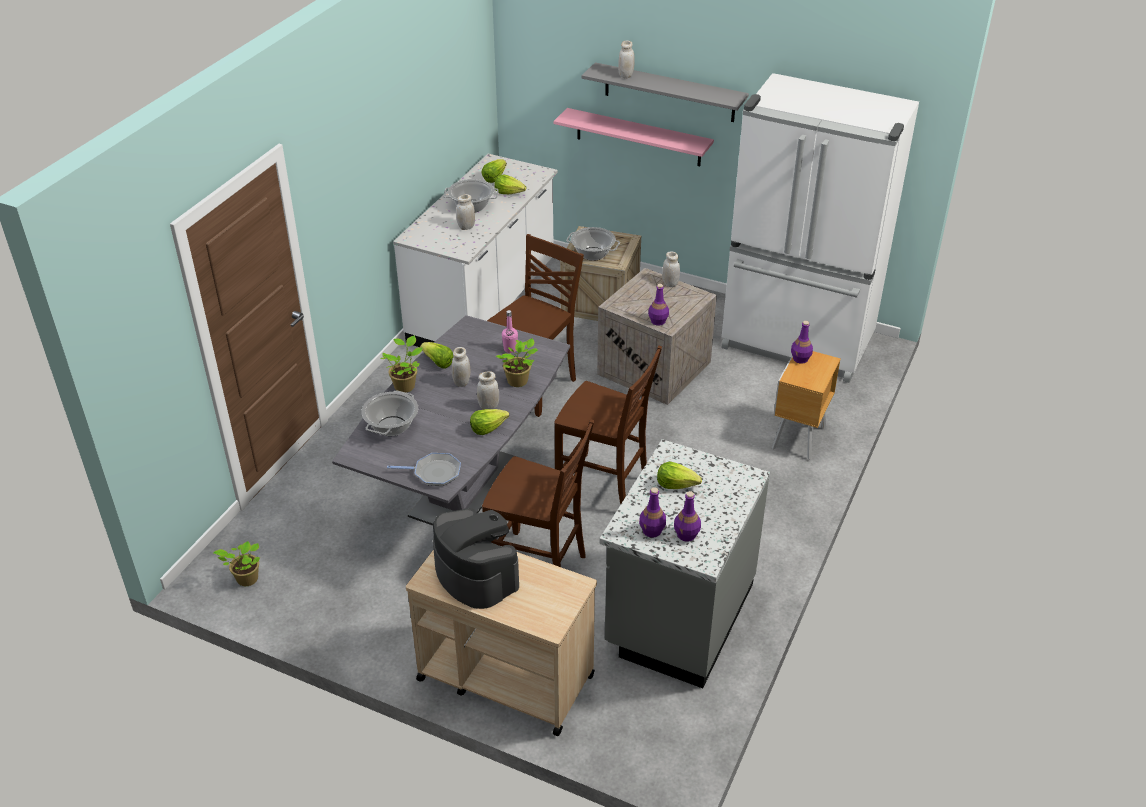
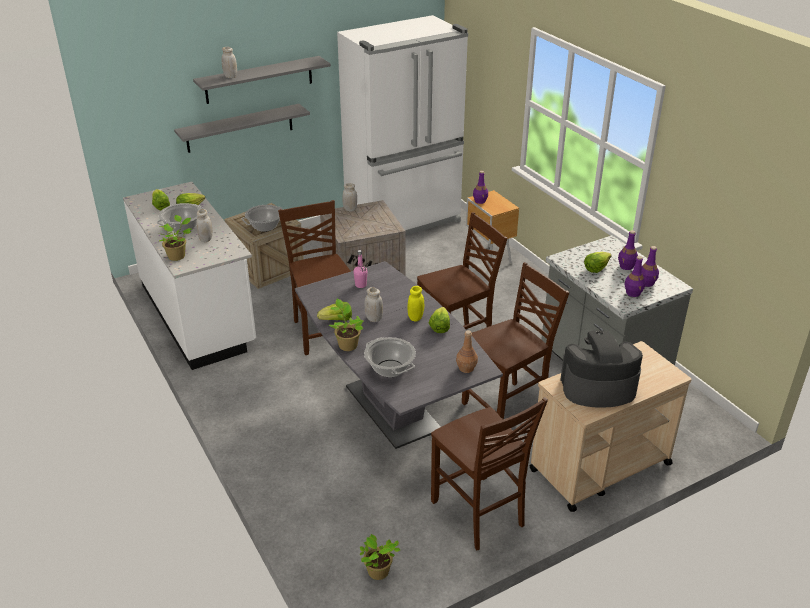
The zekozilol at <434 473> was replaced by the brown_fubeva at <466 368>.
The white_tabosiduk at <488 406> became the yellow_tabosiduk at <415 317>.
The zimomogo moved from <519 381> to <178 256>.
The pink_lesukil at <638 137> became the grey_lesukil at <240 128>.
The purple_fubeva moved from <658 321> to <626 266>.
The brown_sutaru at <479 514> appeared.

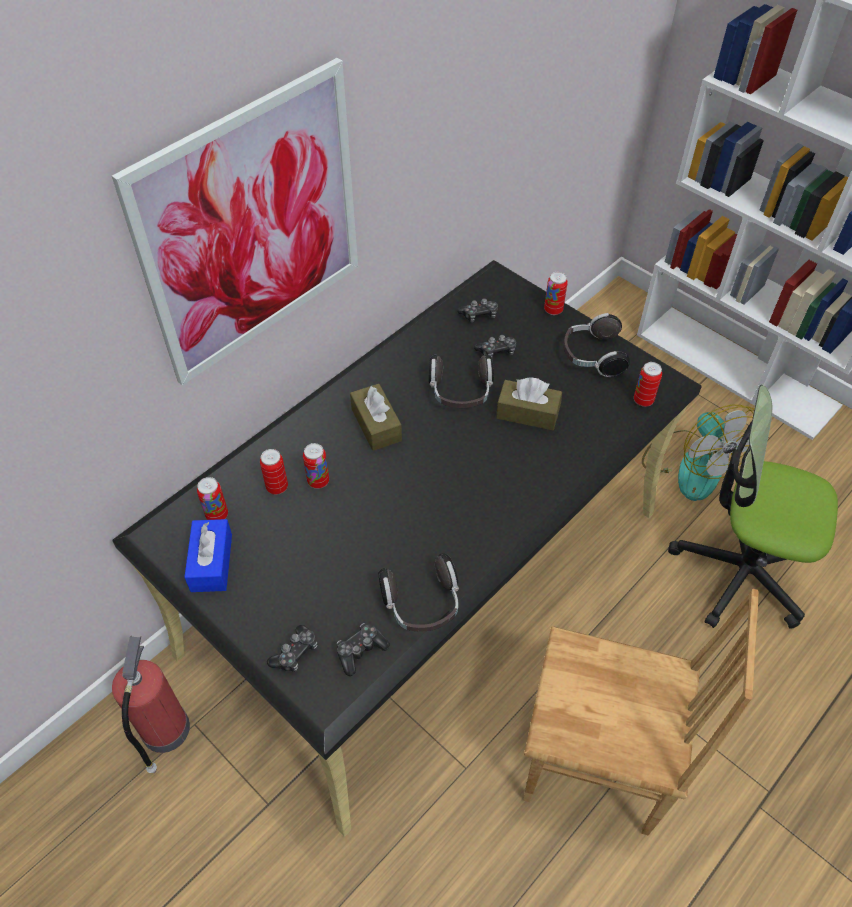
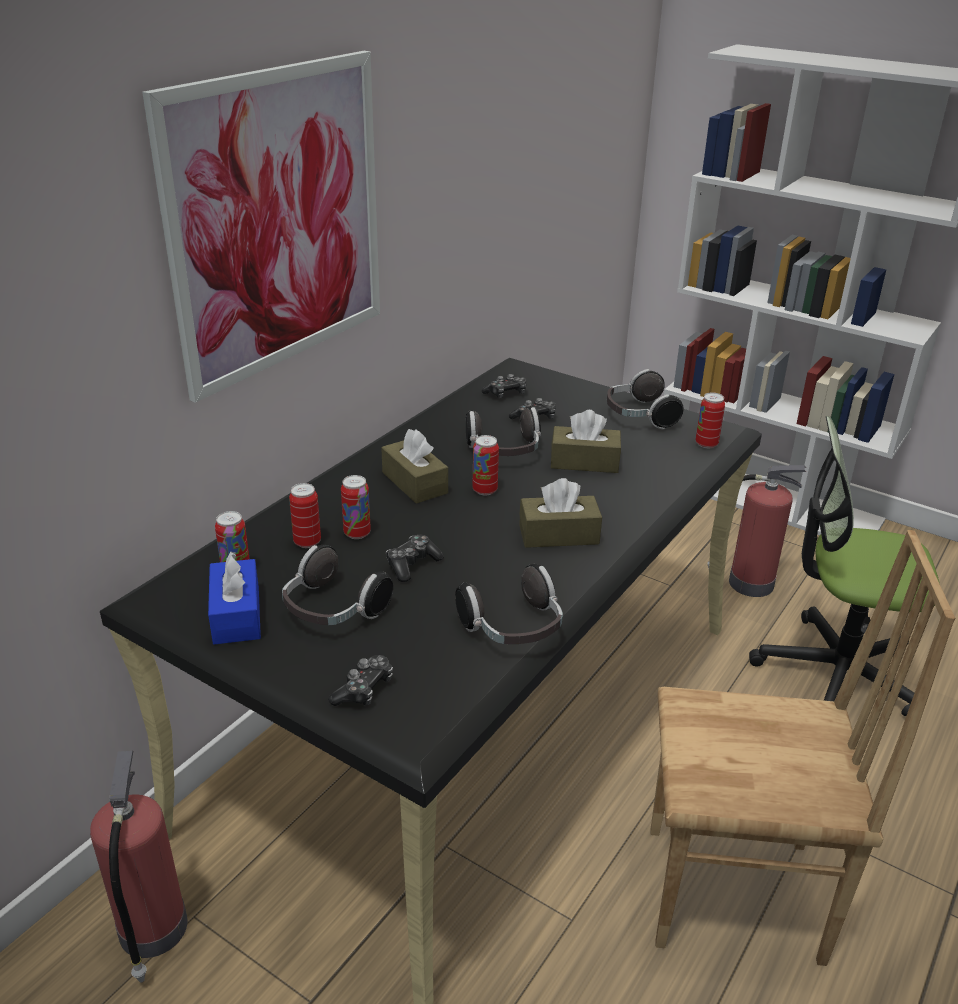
The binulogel moved from <360 651> to <412 564>.
The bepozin moved from <553 310> to <484 490>.
The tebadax at <692 464> was replaced by the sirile at <748 583>.
The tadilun at <332 610> appeared.
The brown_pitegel at <558 535> appeared.

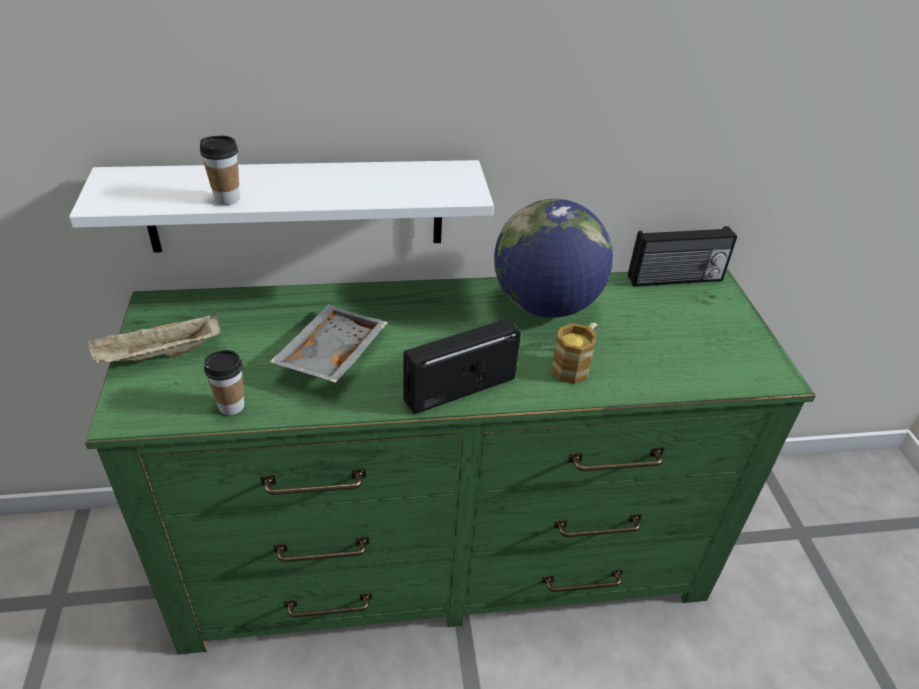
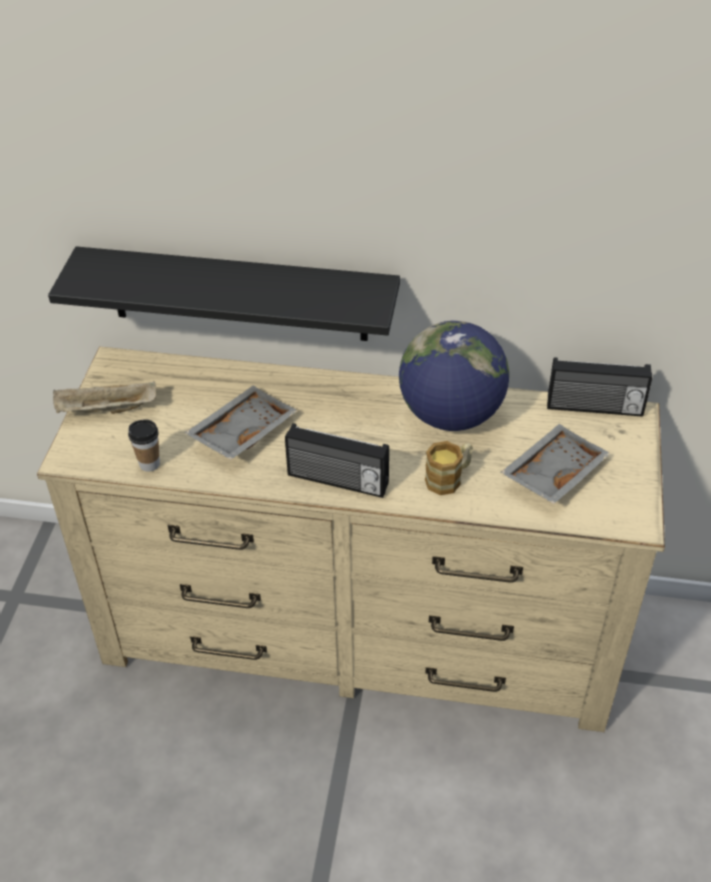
The white_lesukil at <296 206> became the black_lesukil at <238 294>.
The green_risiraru at <445 554> became the beige_risiraru at <359 631>.
The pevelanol at <227 199> disappeared.
The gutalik at <459 388> turned 150 degrees counterclockwise.
The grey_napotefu at <552 472> appeared.

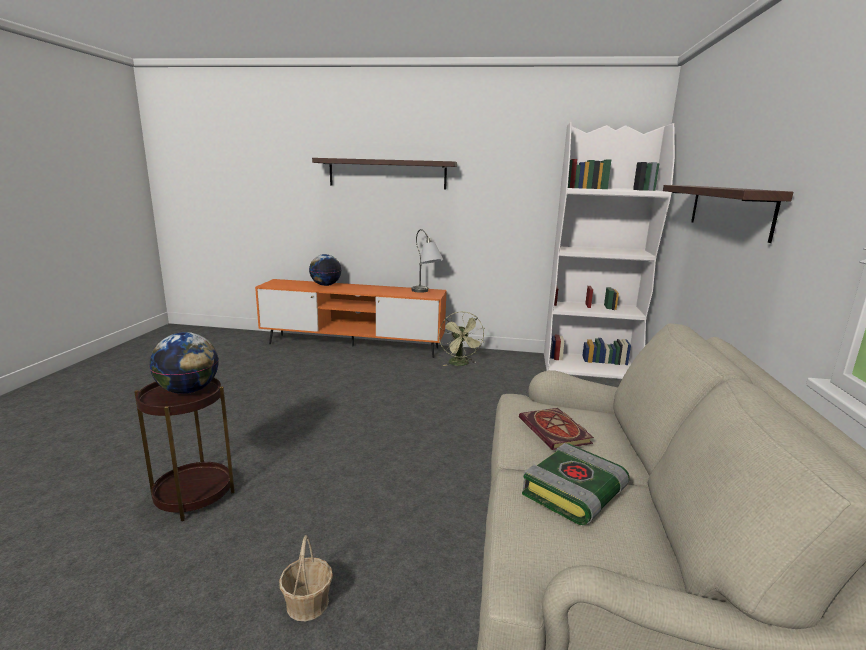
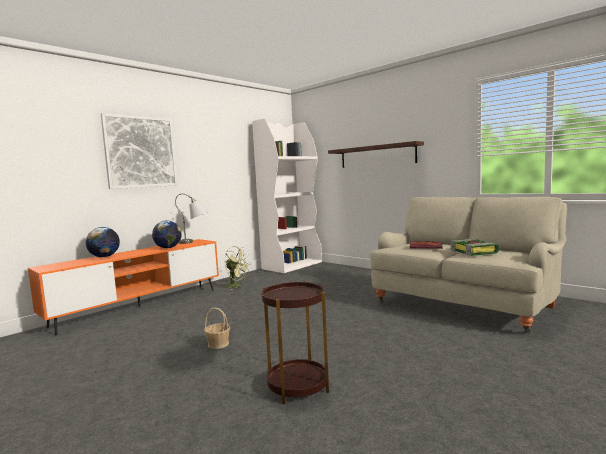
The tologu moved from <188 391> to <168 248>.
The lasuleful moved from <308 603> to <218 344>.
The lesukil at <387 173> was replaced by the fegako at <141 152>.

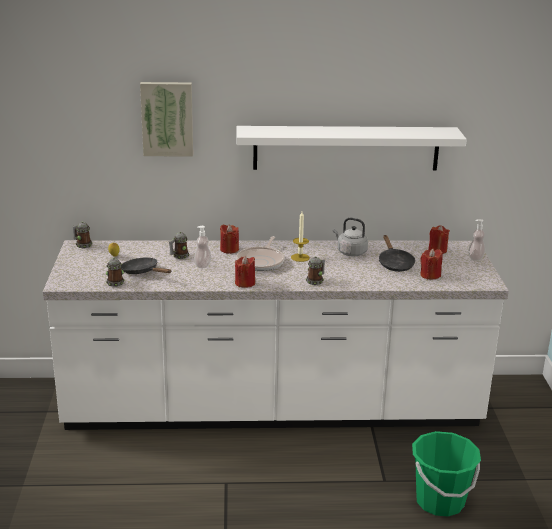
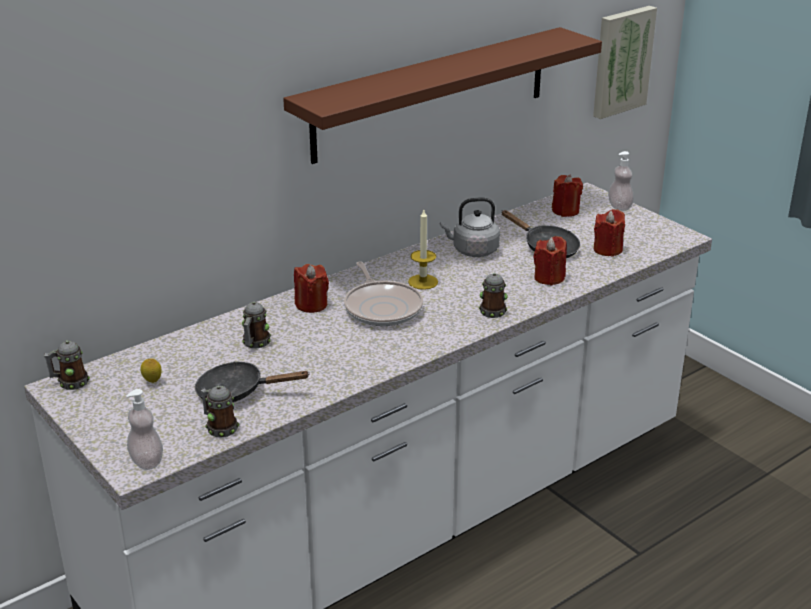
The fegako moved from <167 118> to <621 61>.
The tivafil moved from <202 265> to <147 461>.
The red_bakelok moved from <245 283> to <549 278>.
The white_lesukil at <346 148> became the brown_lesukil at <432 93>.
The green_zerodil at <440 501> disappeared.

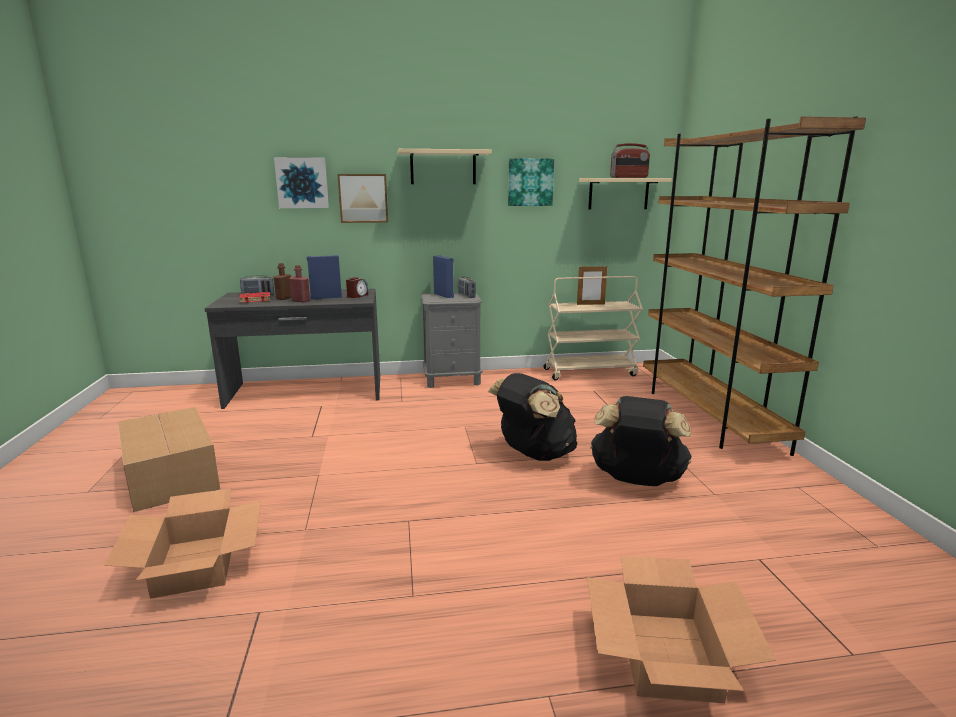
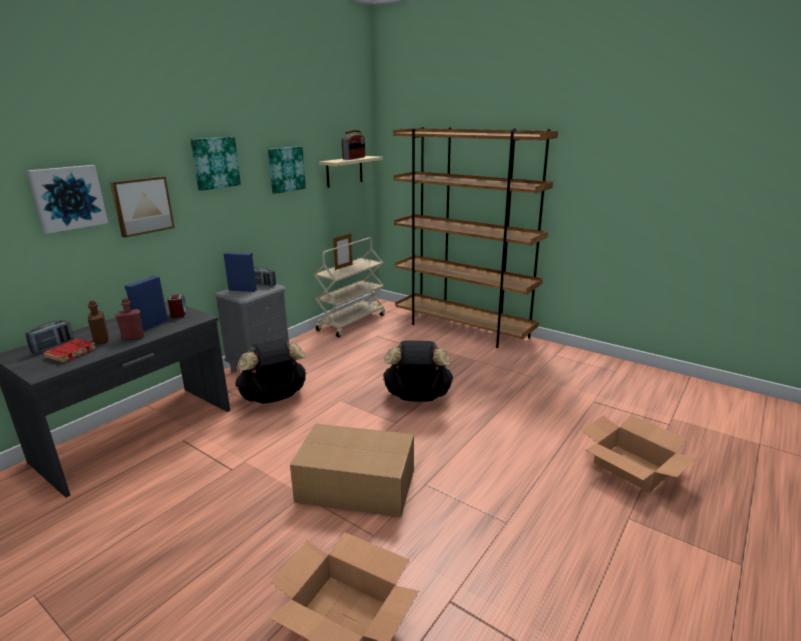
The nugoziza moved from <172 474> to <354 484>.
The beige_lesukil at <443 167> was replaced by the fegako at <215 163>.
The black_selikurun moved from <636 480> to <274 398>.

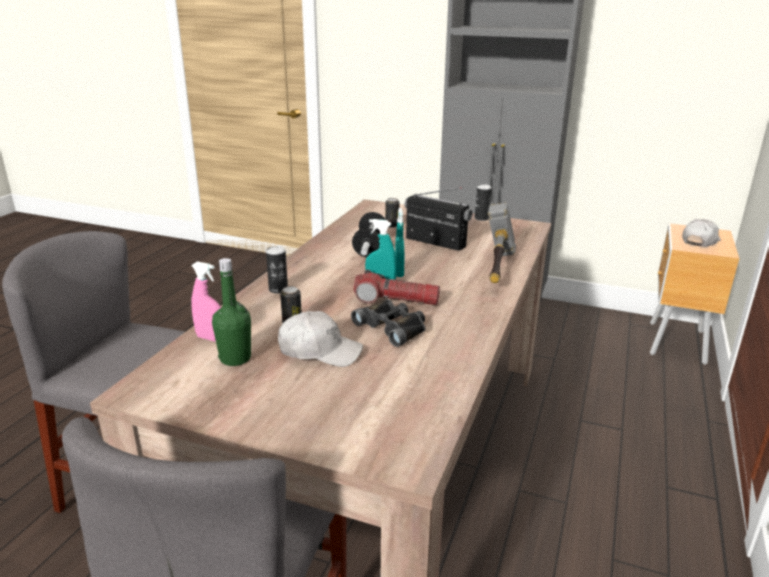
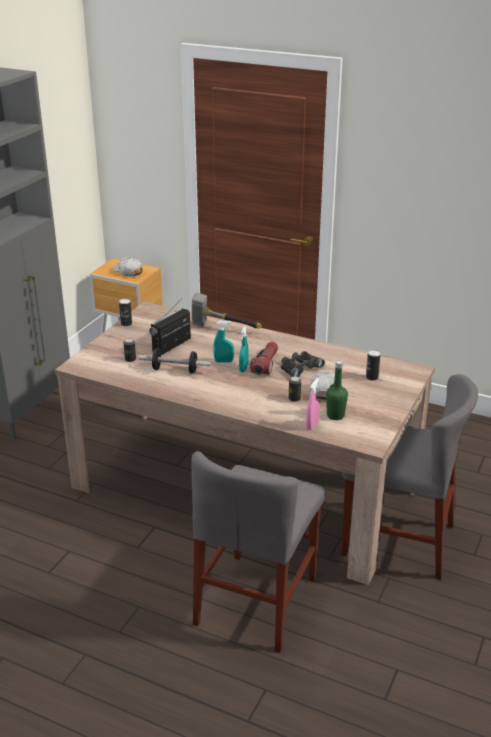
The bepozin moved from <278 289> to <372 377>.

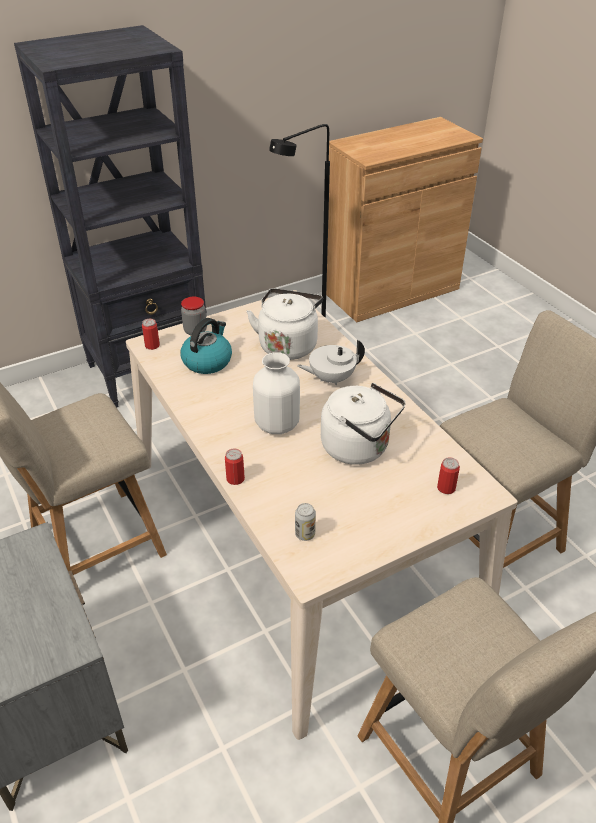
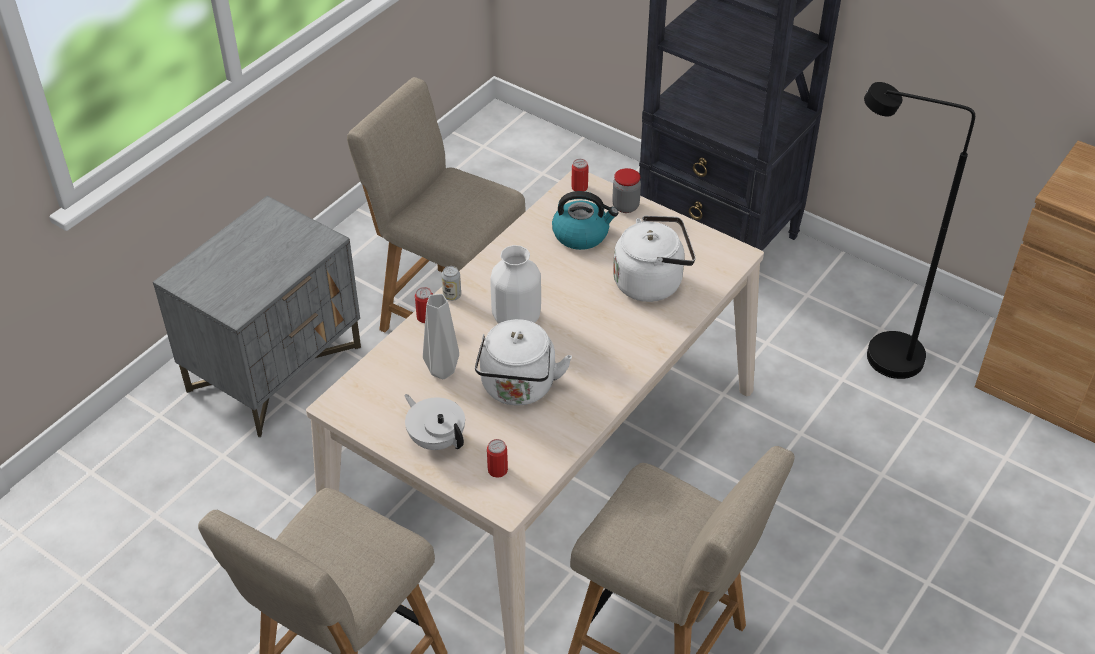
The bepozin moved from <305 534> to <452 295>.
The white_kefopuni moved from <331 378> to <436 439>.
The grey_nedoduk at <440 370> appeared.

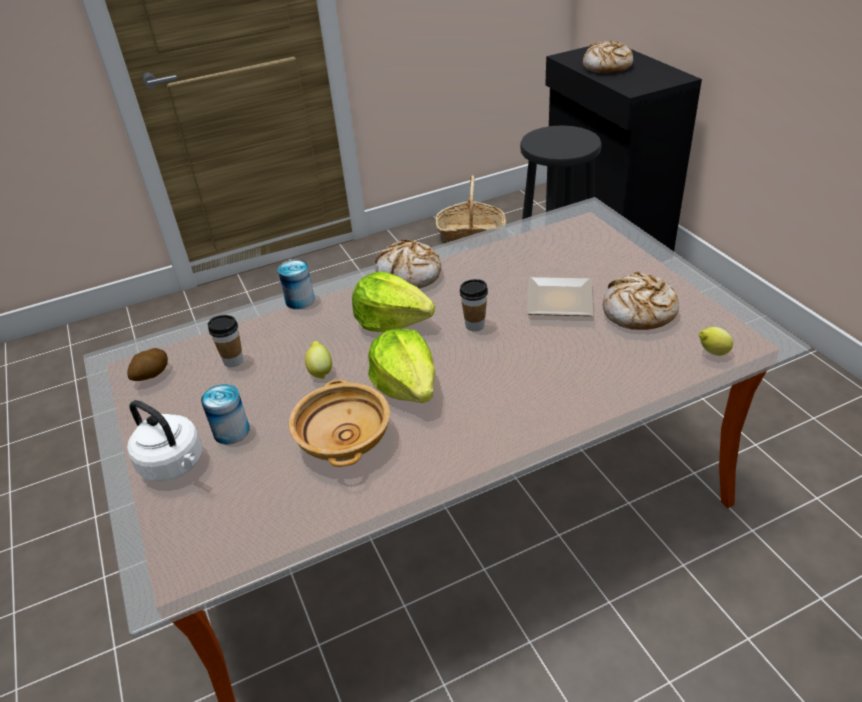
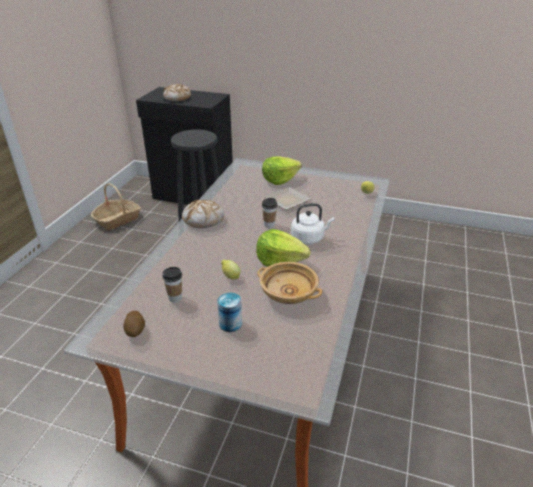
The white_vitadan moved from <175 465> to <309 238>.
The bepozin at <300 300> disappeared.
The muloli moved from <392 321> to <279 179>.
The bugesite at <639 311> disappeared.

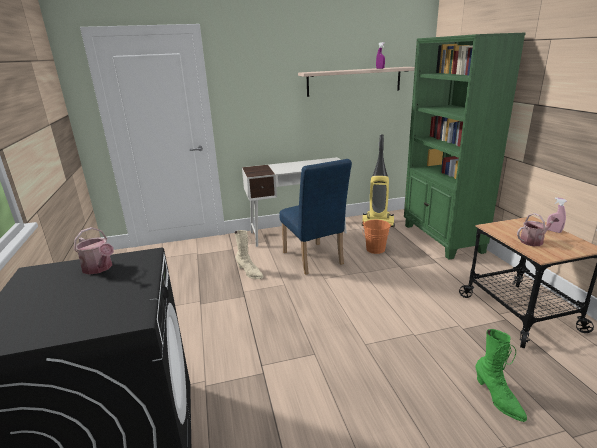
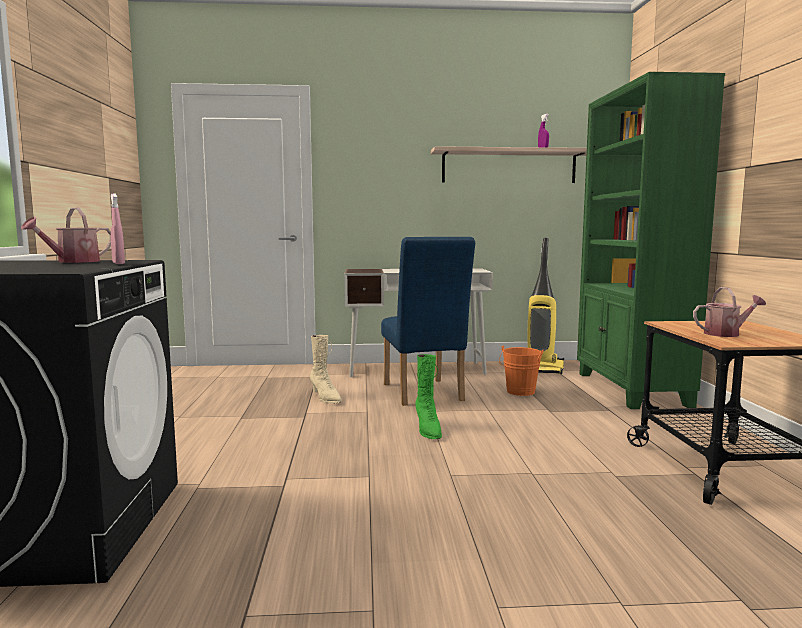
The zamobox at <99 268> turned 75 degrees clockwise.
The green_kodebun moved from <497 399> to <428 430>.
The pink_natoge moved from <553 231> to <118 263>.

